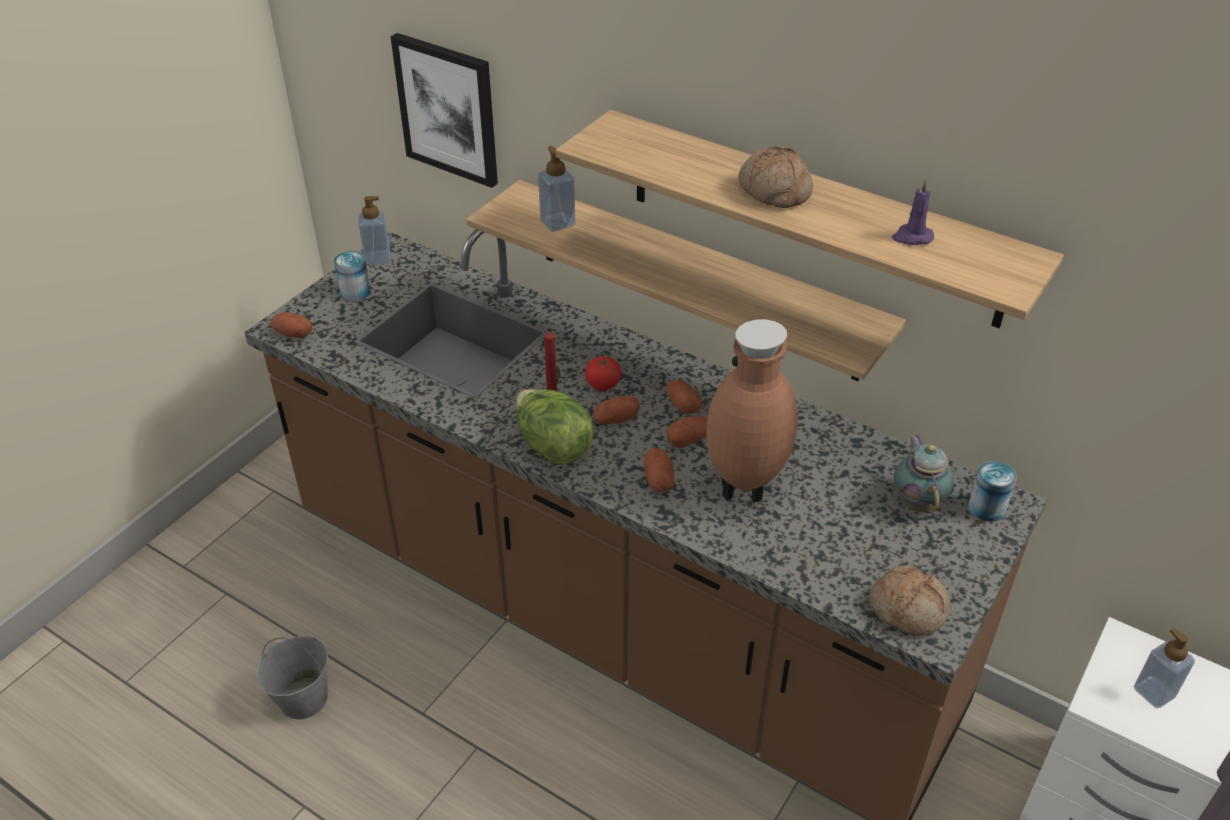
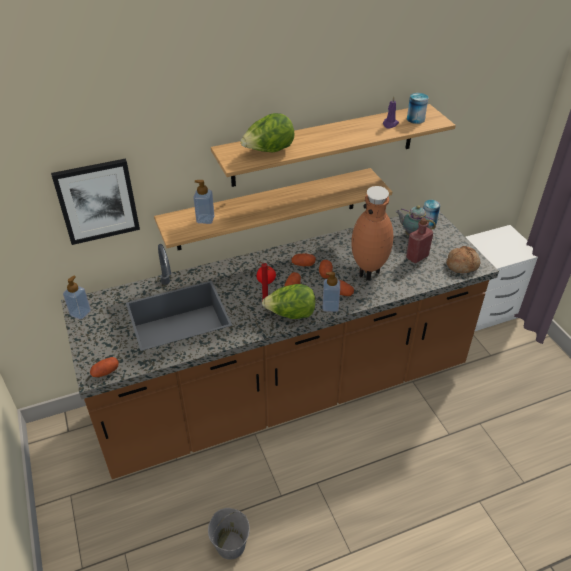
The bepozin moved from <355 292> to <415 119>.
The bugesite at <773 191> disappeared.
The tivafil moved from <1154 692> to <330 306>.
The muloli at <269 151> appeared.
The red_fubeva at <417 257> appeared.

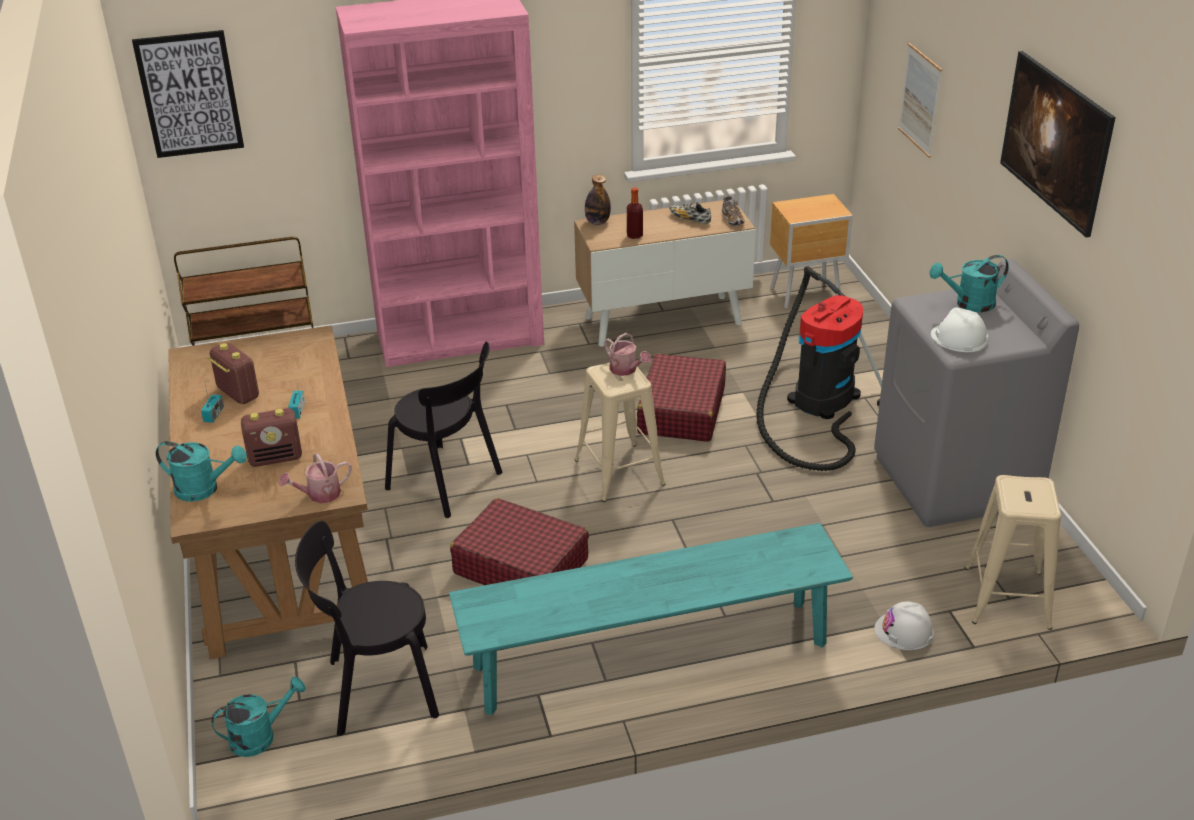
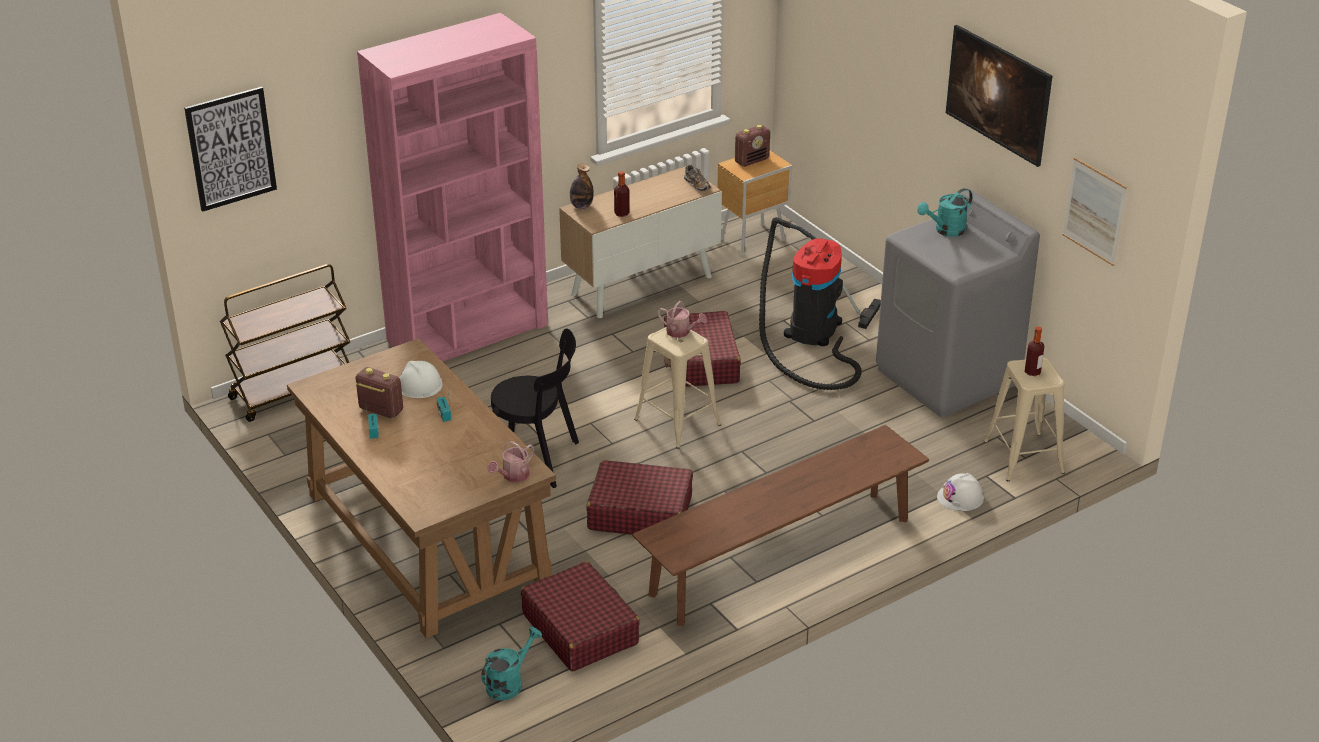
The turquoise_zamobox at <204 489> disappeared.
The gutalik moved from <276 458> to <752 160>.
The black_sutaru at <376 689> was replaced by the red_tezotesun at <580 629>.
The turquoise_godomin at <651 656> became the brown_godomin at <781 556>.
The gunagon at <689 219> disappeared.
The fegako moved from <920 100> to <1094 211>.
The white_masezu moved from <958 338> to <418 385>.
The fubeva at <1032 372> appeared.

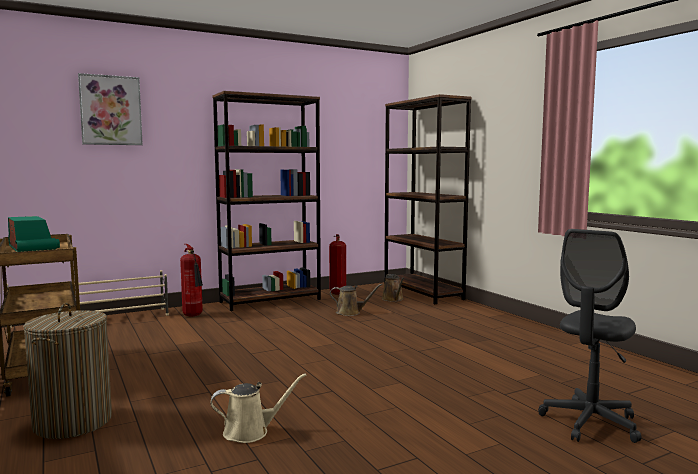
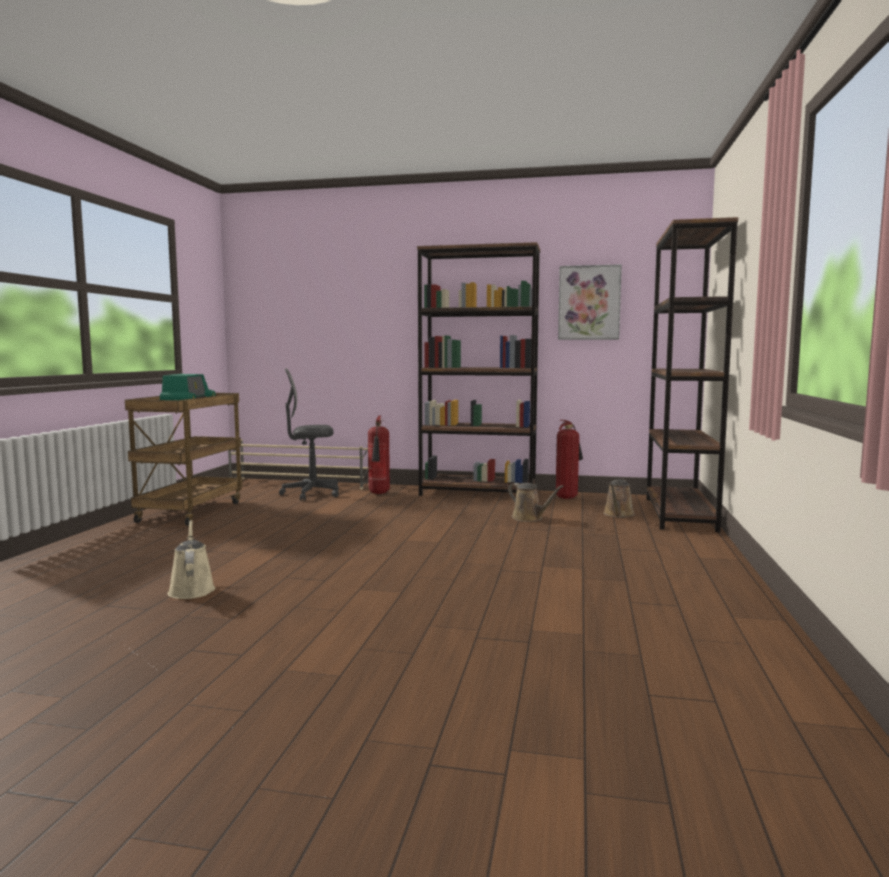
The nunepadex at <73 422> disappeared.
The fegako moved from <110 110> to <589 303>.
The beige_zamobox at <250 432> turned 135 degrees counterclockwise.
The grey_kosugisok moved from <590 423> to <311 494>.

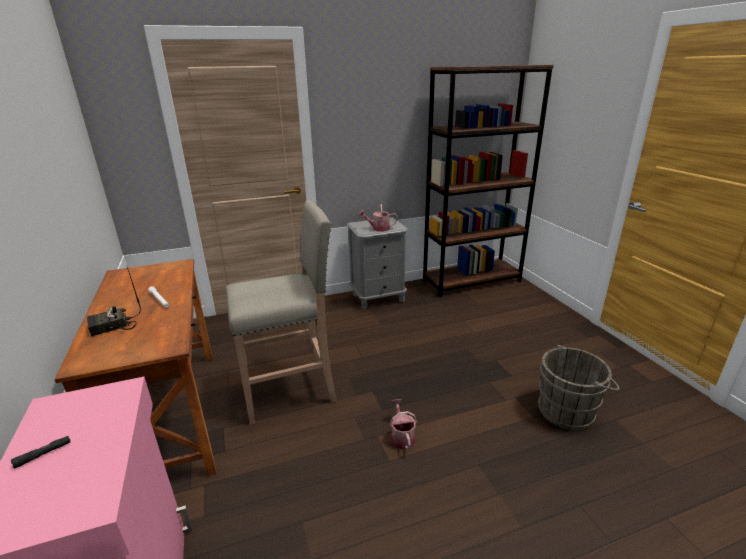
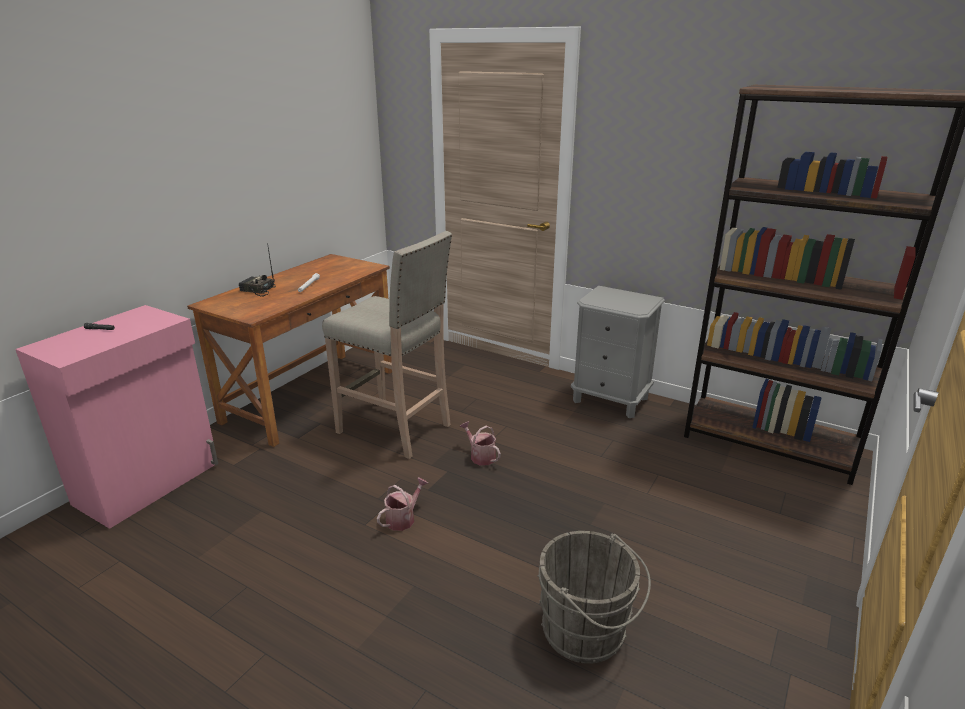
The zamobox moved from <378 228> to <480 456>.

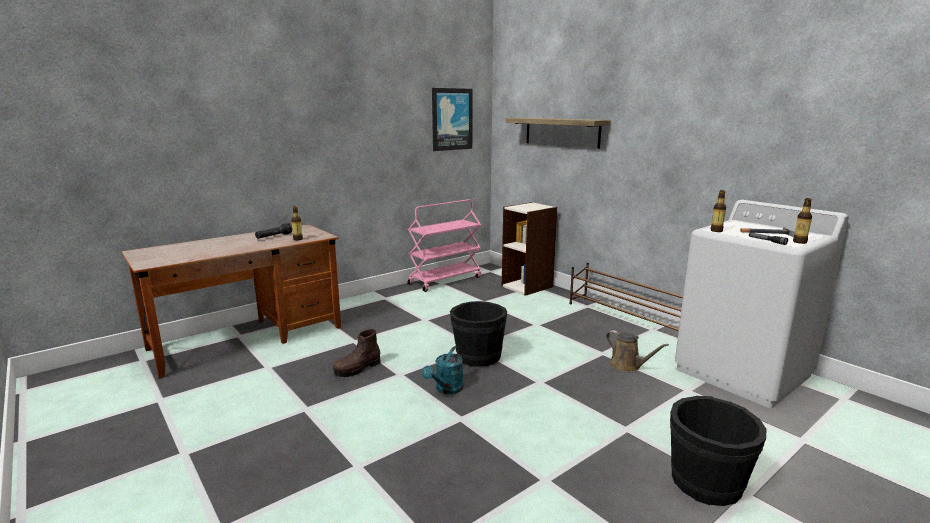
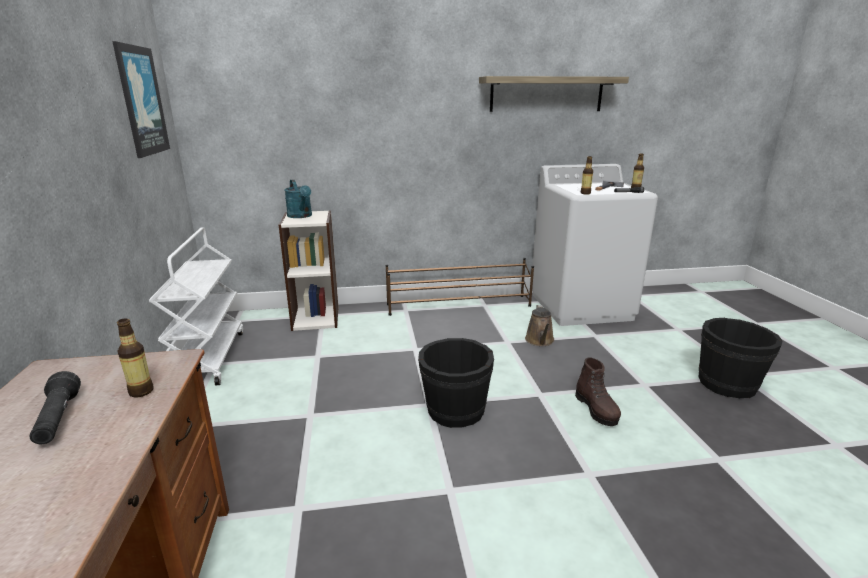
The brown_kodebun moved from <357 369> to <596 409>.
The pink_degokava at <445 280> became the white_degokava at <209 358>.
The turquoise_zamobox moved from <446 389> to <301 216>.
The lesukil moved from <561 132> to <546 94>.
The brown_zamobox at <627 366> turned 105 degrees clockwise.

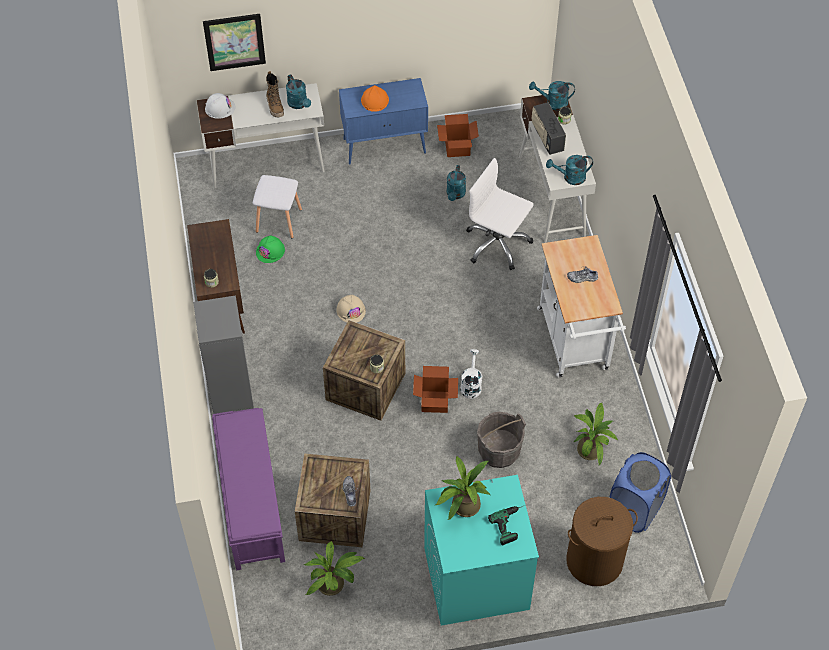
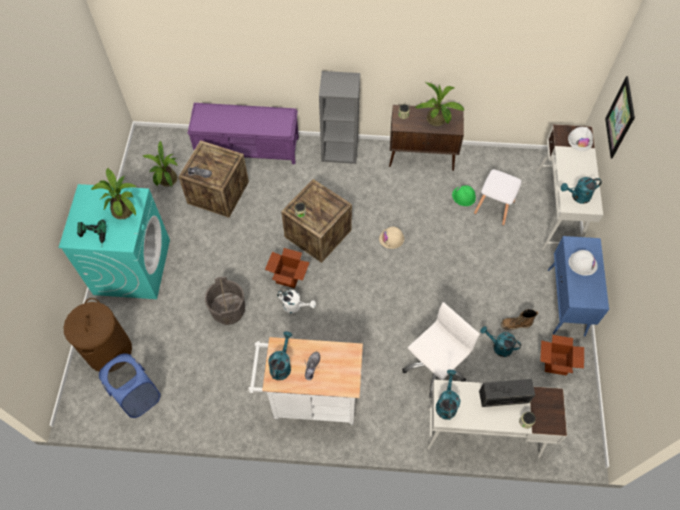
The kodebun moved from <275 106> to <515 325>.
The orange_masezu at <374 100> became the white_masezu at <582 263>.
The turquoise_zamobox moved from <552 103> to <281 365>.
The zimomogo moved from <591 447> to <438 121>.

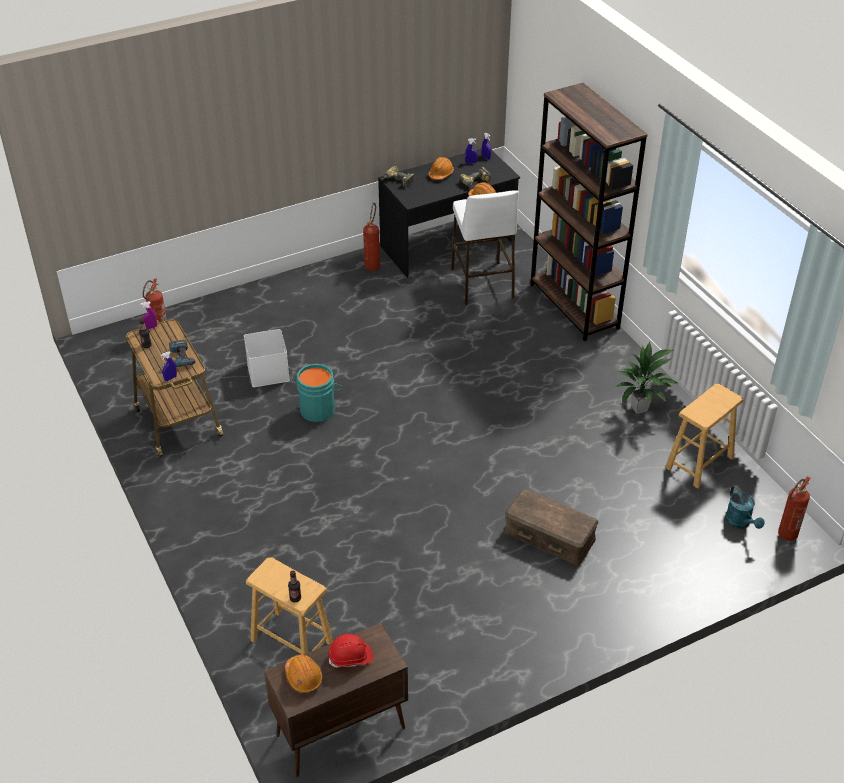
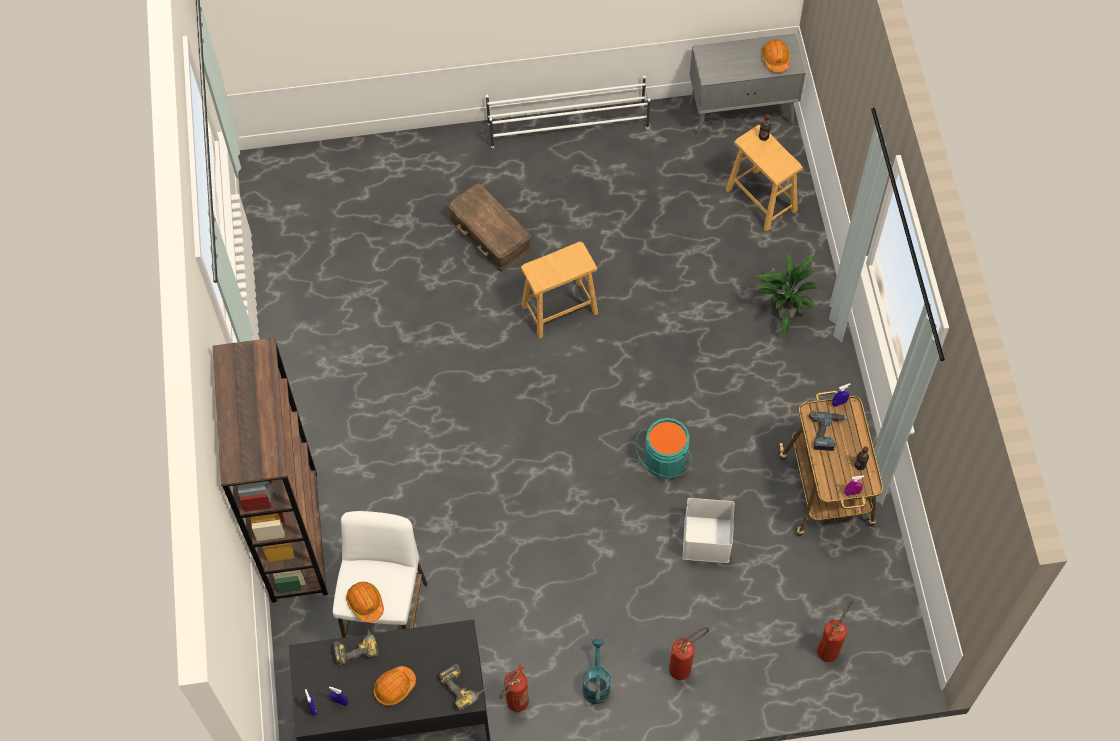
The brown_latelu at <339 733> became the grey_latelu at <742 113>.
The red_masezu at <351 658> disappeared.
The zimomogo moved from <640 409> to <784 312>.
The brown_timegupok moved from <699 463> to <559 309>.
The turquoise_zamobox moved from <740 523> to <596 683>.
The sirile moved from <785 537> to <685 667>.
The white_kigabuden at <569 126> appeared.

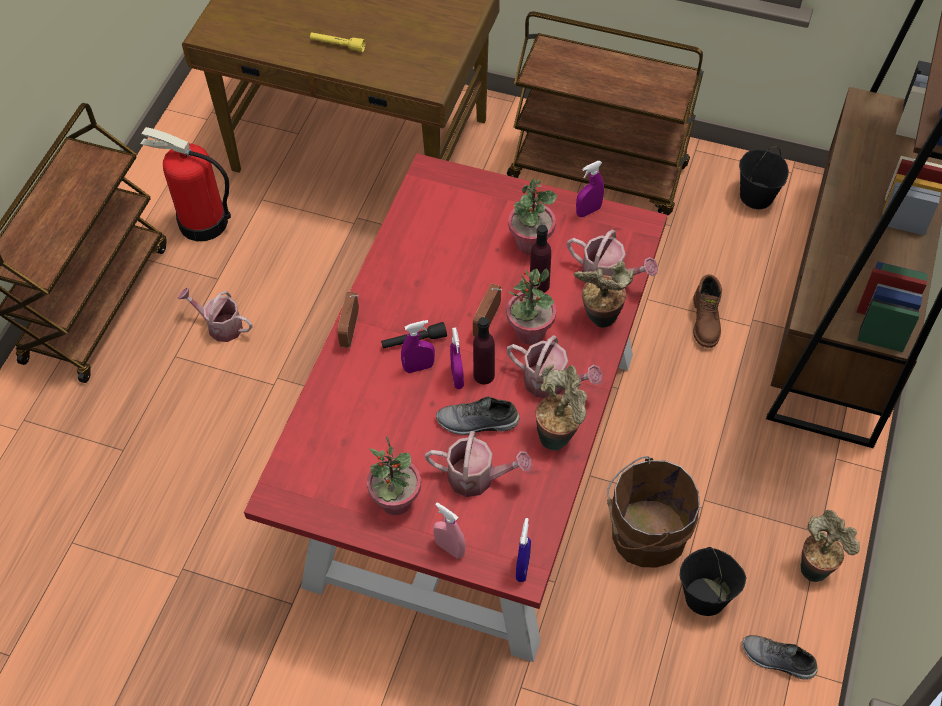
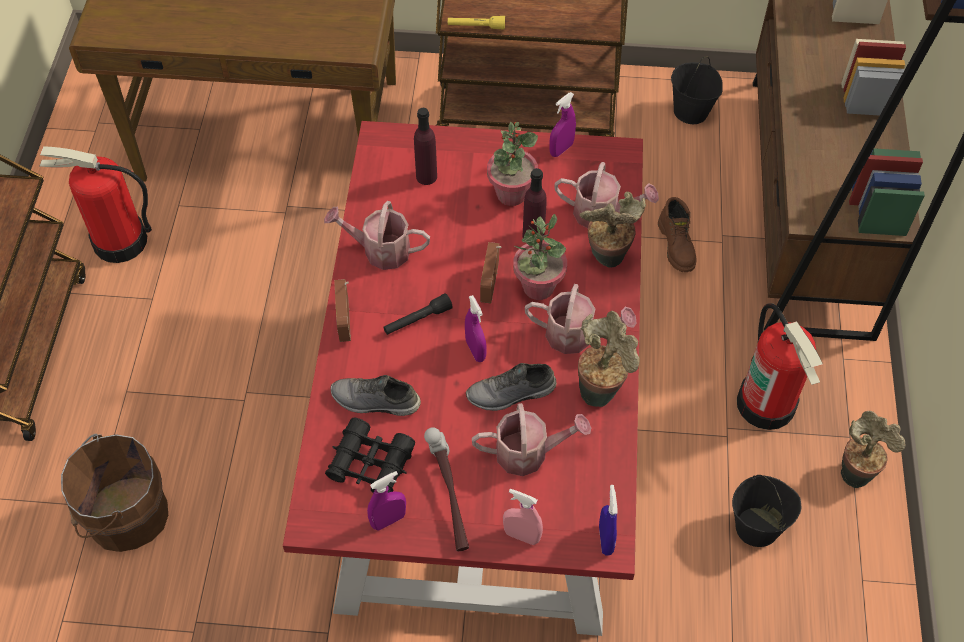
The zamobox moved from <220 326> to <380 250>.
The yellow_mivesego moved from <337 45> to <476 27>.
The zimomogo at <396 501> was replaced by the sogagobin at <448 497>.
The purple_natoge moved from <419 367> to <388 520>.
The purple_fubeva moved from <484 375> to <426 176>.
The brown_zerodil moved from <645 533> to <123 515>.
The grey_gunagon moved from <777 660> to <375 402>.
The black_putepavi at <371 464> appeared.
The sirile at <767 404> appeared.

